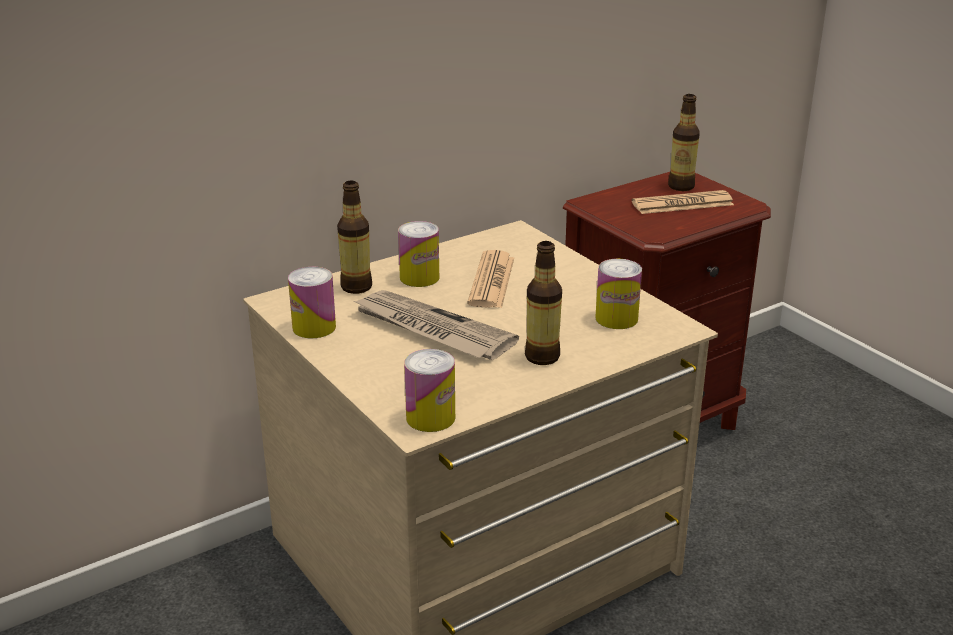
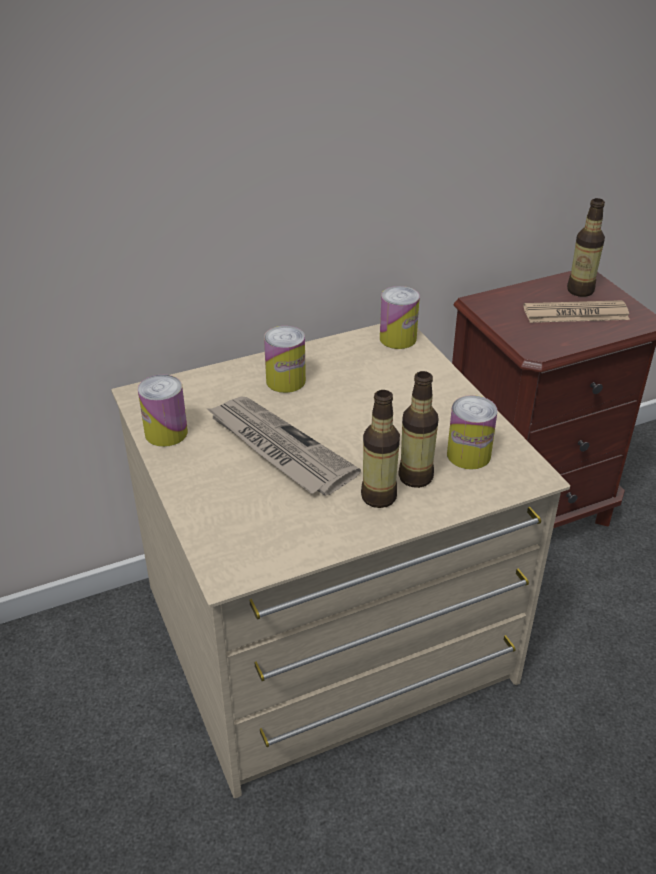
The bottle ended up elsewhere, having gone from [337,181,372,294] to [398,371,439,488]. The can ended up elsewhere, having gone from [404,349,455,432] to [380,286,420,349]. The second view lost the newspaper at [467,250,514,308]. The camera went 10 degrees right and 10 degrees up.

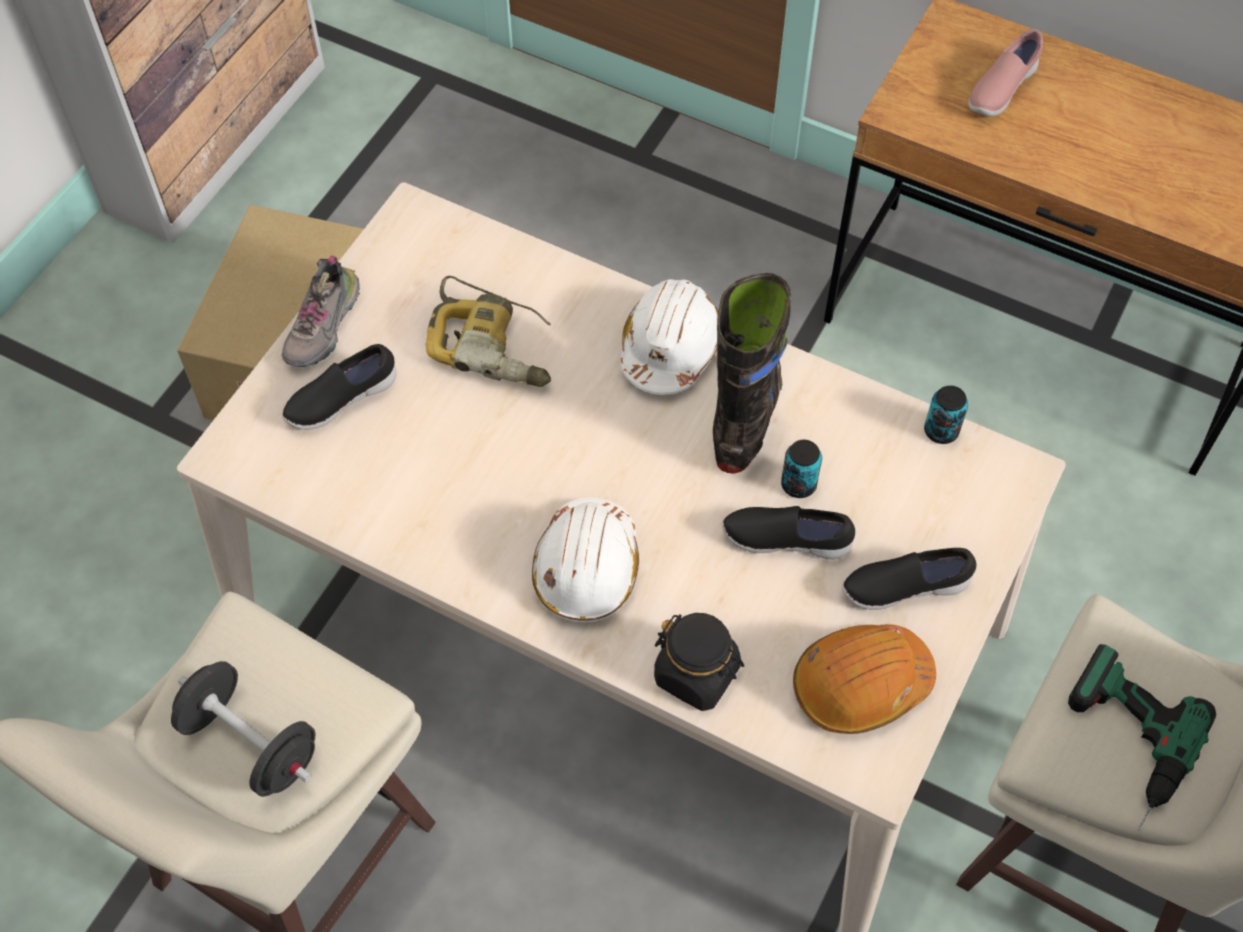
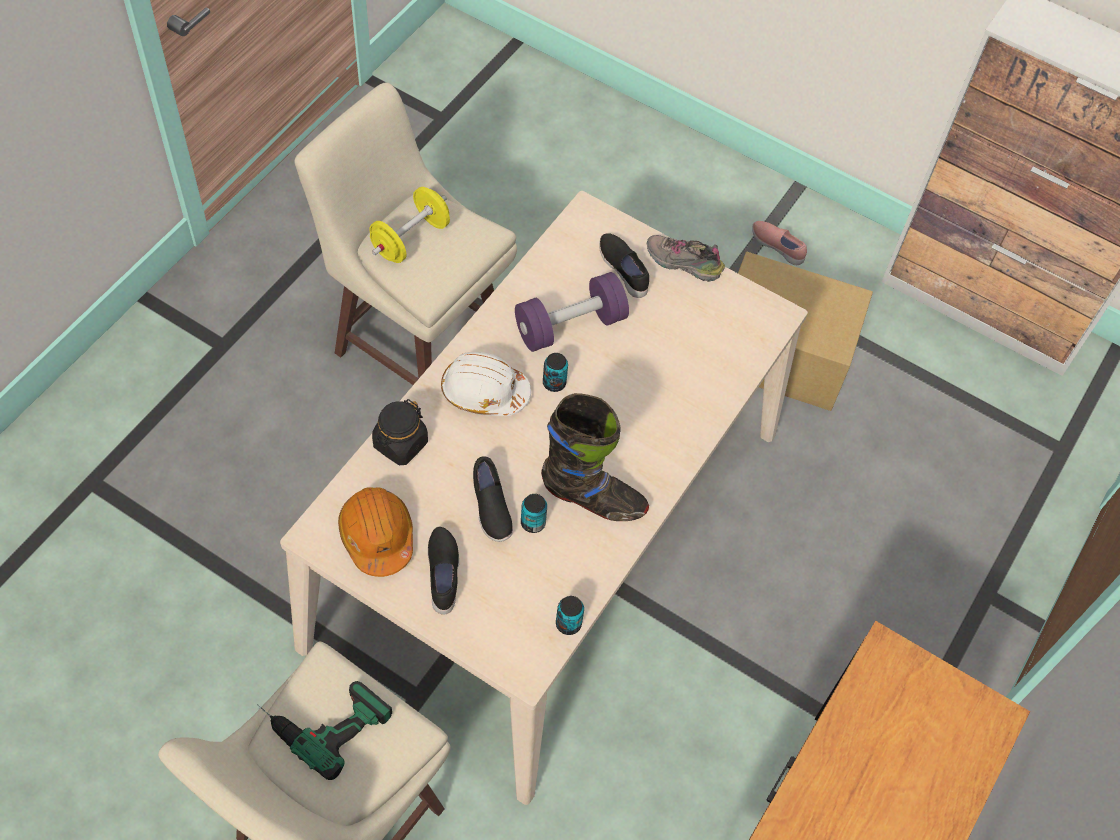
What was the black dumbbell at [171,661,315,797] turned into the yellow dumbbell at [369,187,450,263]. The second view lost the power drill at [426,276,551,387]. The second view lost the white hard hat at [620,279,718,395]. The black shoe at [722,506,855,560] ended up facing another way, 150 degrees clockwise from before. The pink shoe ended up elsewhere, having gone from [968,29,1043,116] to [752,221,807,265]. The second view gained the purple dumbbell at [515,272,629,352]. The second view gained the can at [543,353,568,392]. The camera went 90 degrees right and 0 degrees up.

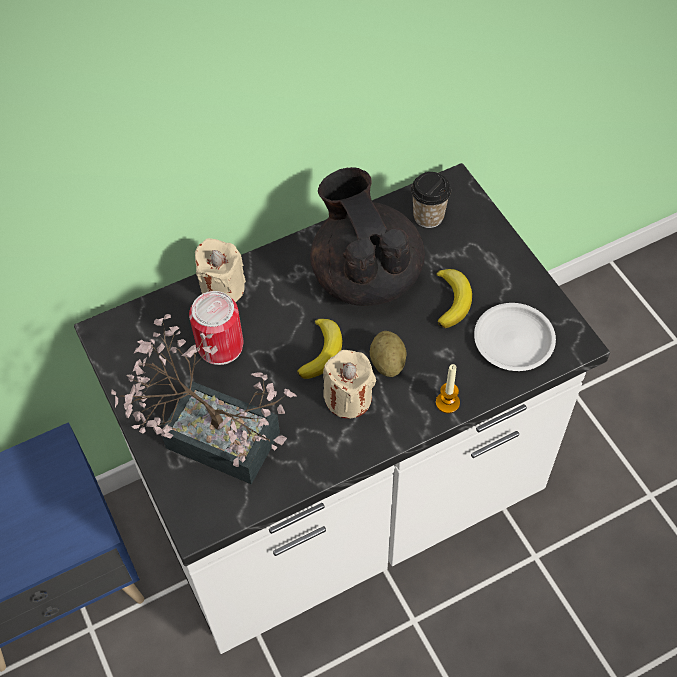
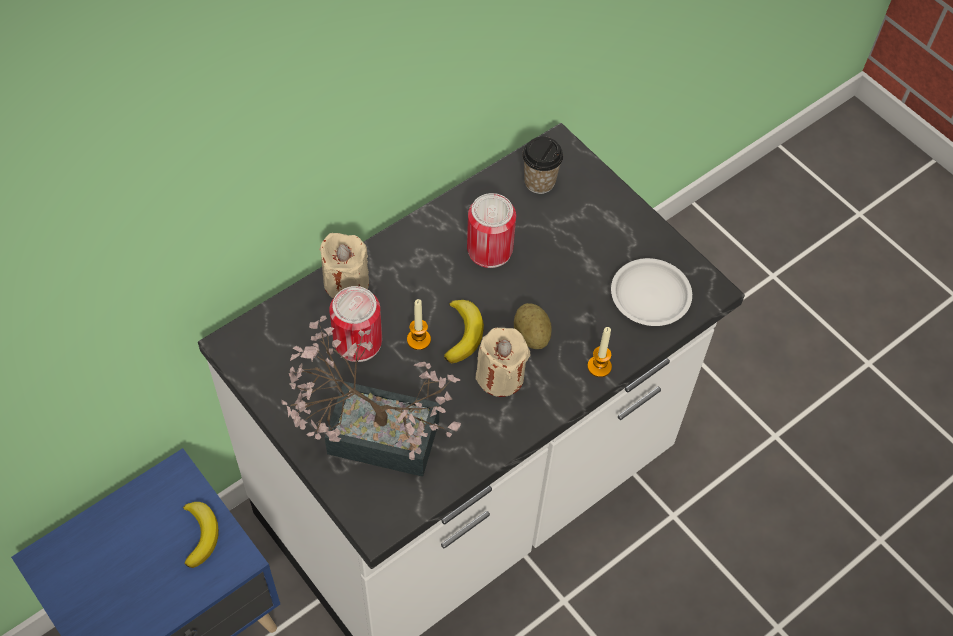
Where the black teapot stood at [310,167,425,306], the can came to stand at [467,193,516,268]. The banana ended up elsewhere, having gone from [436,269,472,328] to [183,502,219,568]. The second view gained the candle at [407,299,431,350]. The camera went 15 degrees left and 0 degrees up.

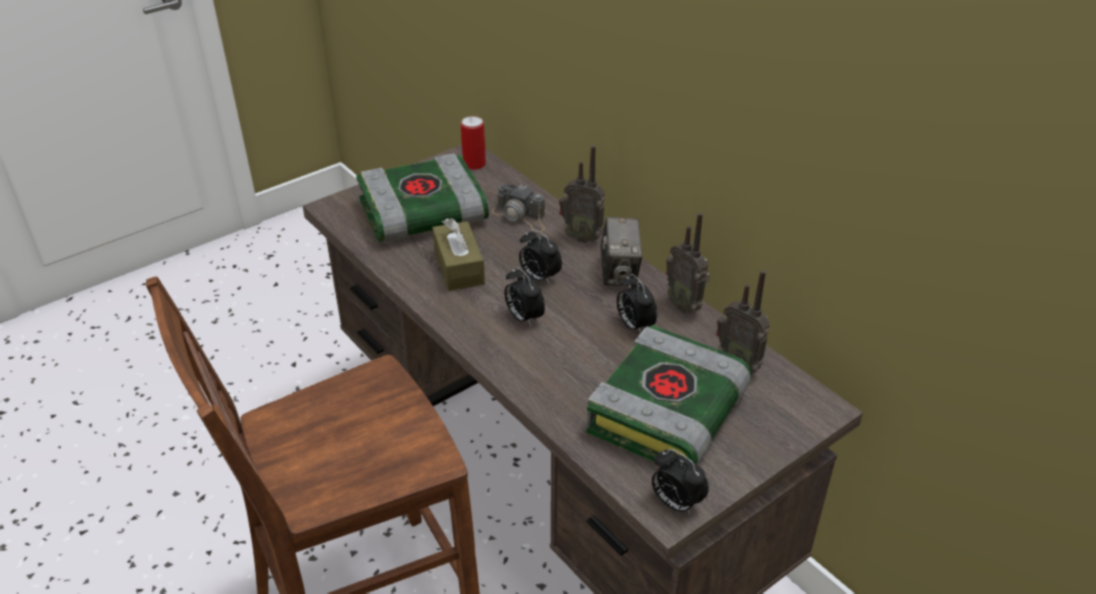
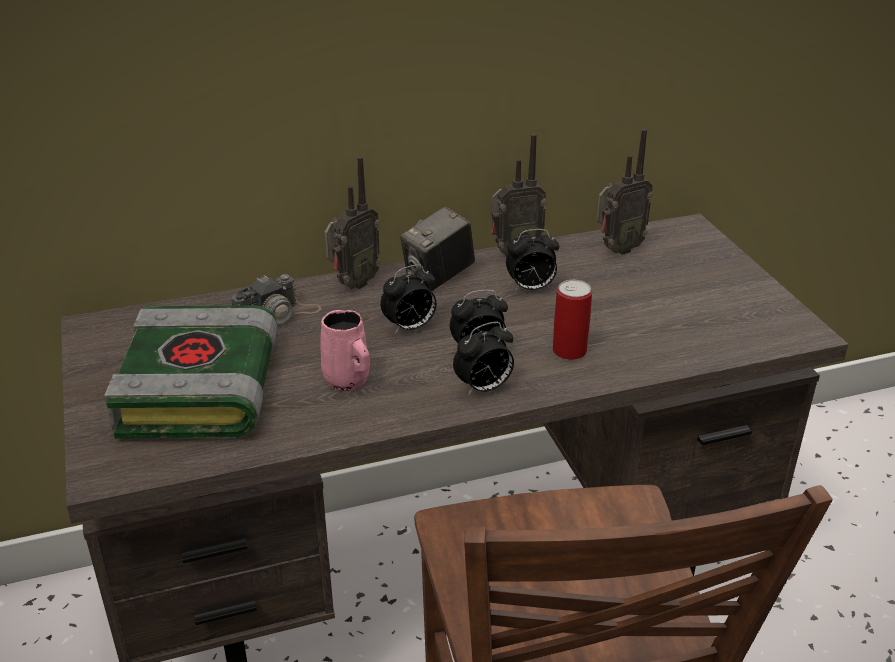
Where the brown tissue box stood at [433,218,485,291], the pink mug came to stand at [320,310,370,391]. The can ended up elsewhere, having gone from [461,116,486,170] to [553,280,592,360]. The second view lost the book at [586,325,752,465]. The photo camera at [600,217,642,286] ended up facing another way, 120 degrees clockwise from before. The alarm clock ended up elsewhere, having gone from [652,449,709,515] to [453,322,514,396]. The camera went 70 degrees left and 5 degrees down.

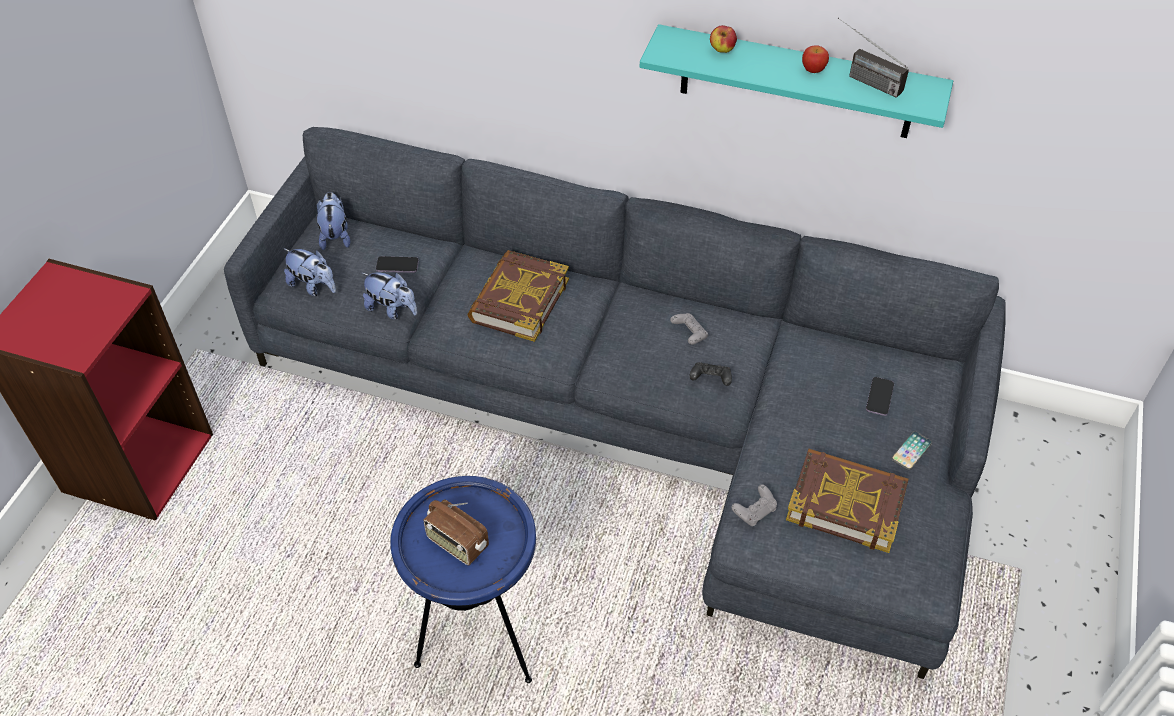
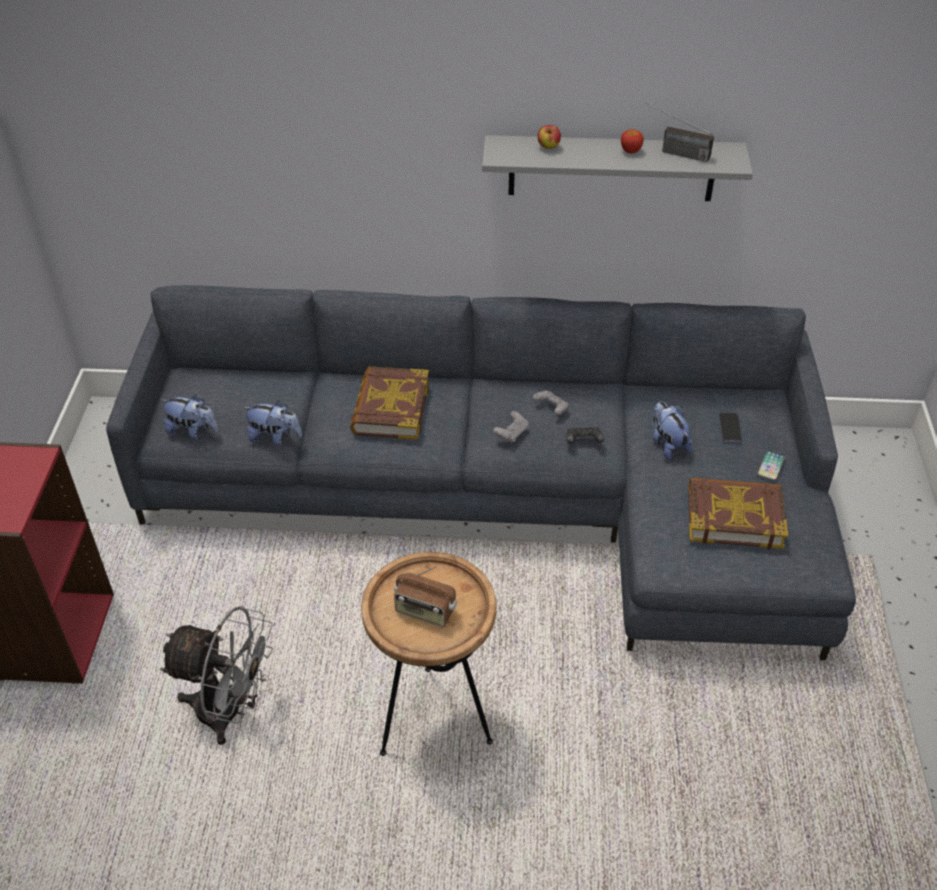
The plush toy ended up elsewhere, having gone from [317,192,350,250] to [653,401,692,460]. The second view lost the phone at [376,256,419,273]. What was the blue side table at [390,476,536,683] turned into the brown side table at [361,552,497,756]. What was the turquoise shelf at [640,24,953,138] turned into the grey shelf at [482,135,753,201]. The grey game controller ended up elsewhere, having gone from [731,484,777,526] to [493,411,529,443]. The second view gained the grey fan at [159,606,273,745]. The camera went 15 degrees left and 5 degrees down.

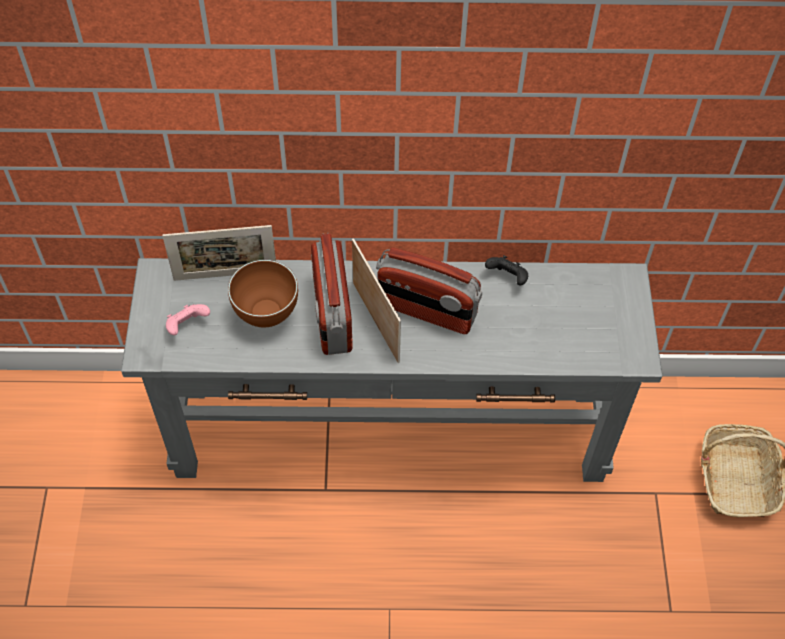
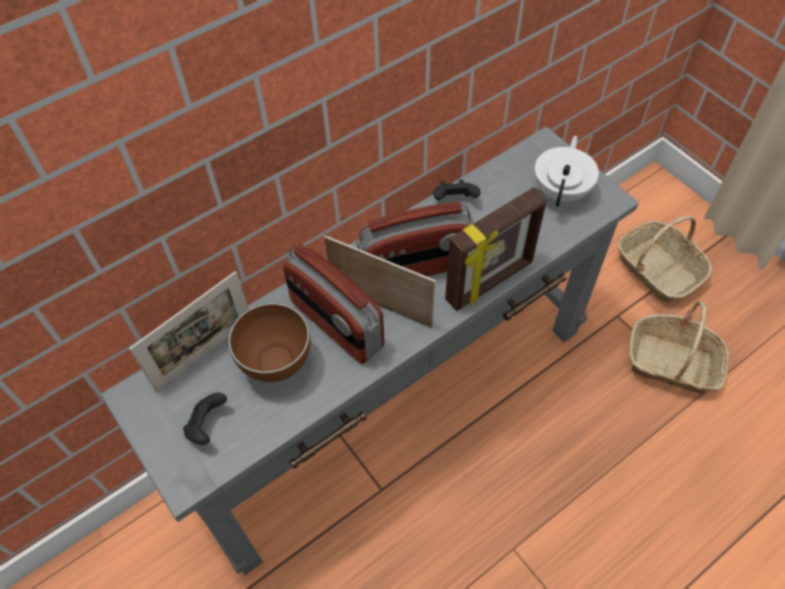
What was the pink game controller at [166,304,210,335] turned into the black game controller at [183,393,227,445]. The second view gained the picture frame at [445,187,547,311]. The second view gained the white teapot at [535,136,599,207]. The second view gained the basket at [629,301,729,393]. The camera went 35 degrees left and 0 degrees up.

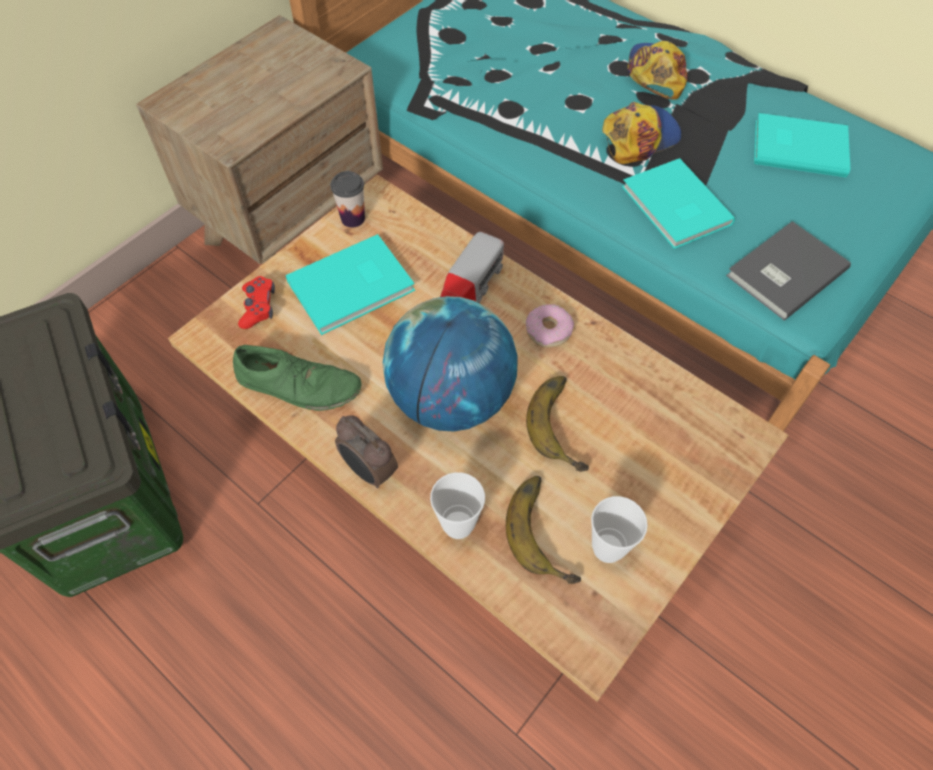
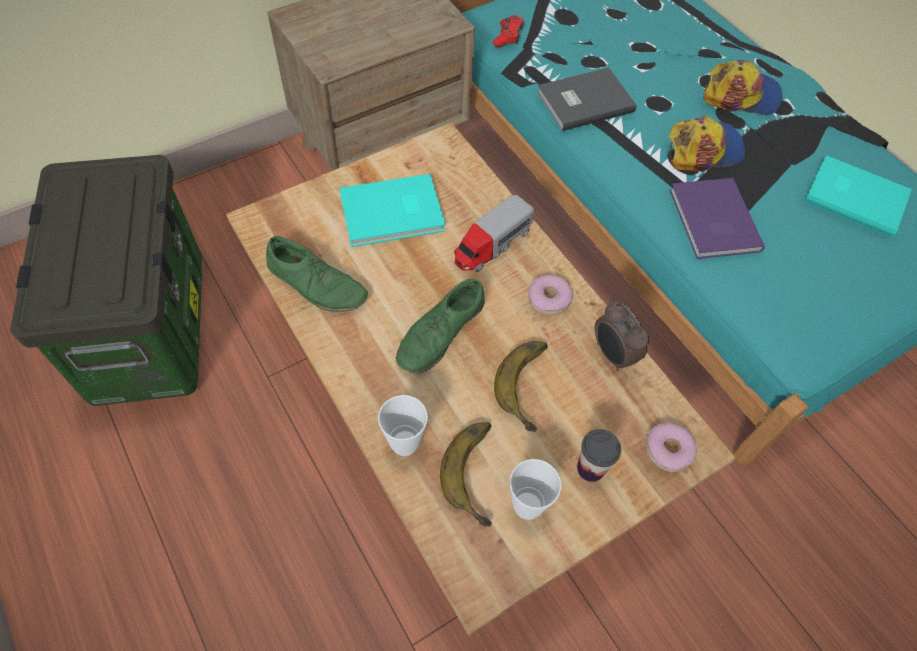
The red game controller ended up elsewhere, having gone from [238,276,275,329] to [493,15,524,47]. The cup ended up elsewhere, having gone from [330,171,365,227] to [577,429,621,482]. The alarm clock ended up elsewhere, having gone from [335,415,398,488] to [595,300,649,371]. Where the globe stood at [383,296,518,432], the green shoe came to stand at [396,279,485,373]. What was the turquoise book at [622,158,735,249] turned into the purple book at [670,178,764,259]. The cap at [627,41,688,100] ended up facing another way, 75 degrees clockwise from before. The grey book ended up elsewhere, having gone from [726,221,851,320] to [537,68,637,131]. The second view gained the donut at [645,423,696,472]. The camera went 15 degrees right and 0 degrees up.

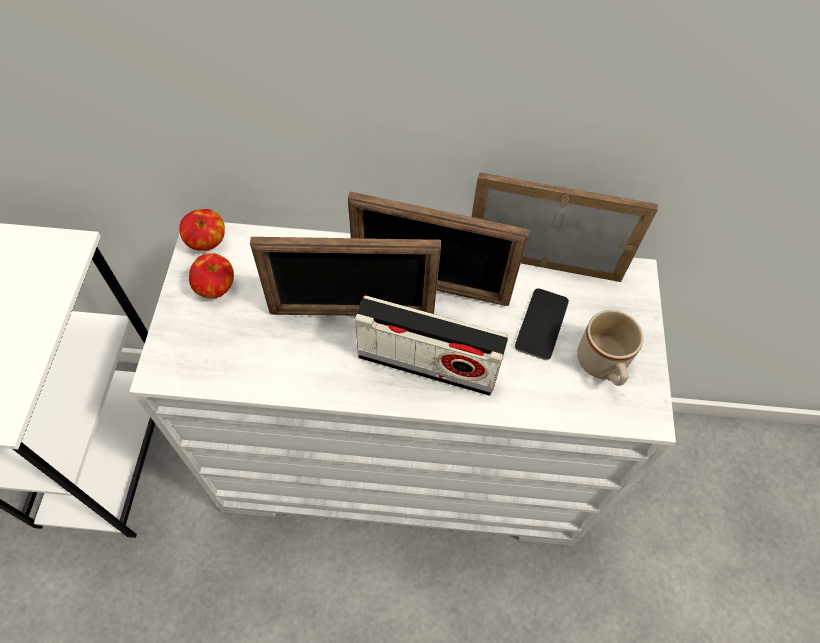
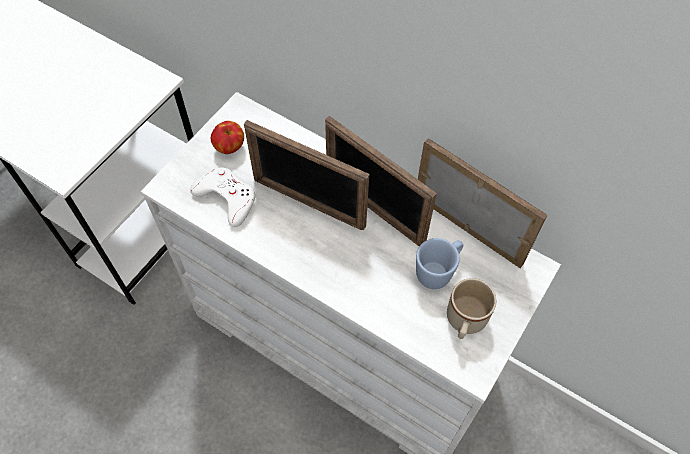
The second view lost the apple at [179,209,225,251]. The second view lost the radio at [355,295,508,396]. Where the phone stood at [515,288,569,360], the blue mug came to stand at [416,238,463,289]. The second view gained the white game controller at [190,167,255,227]. The camera went 30 degrees right and 0 degrees up.

